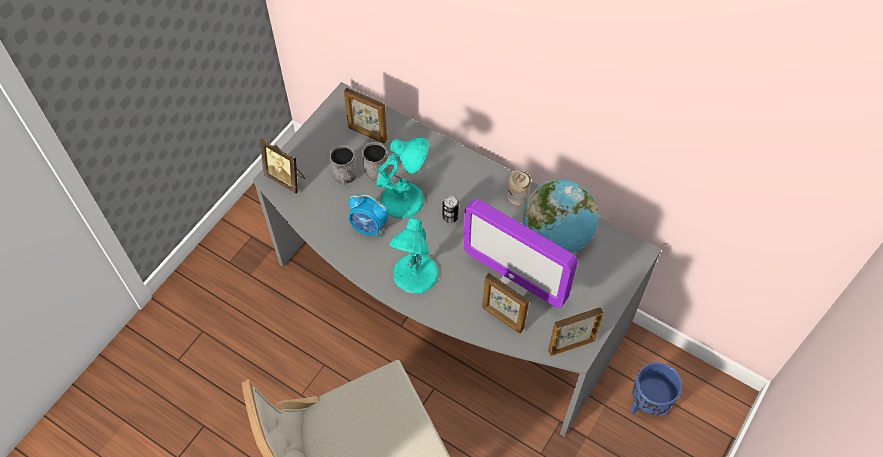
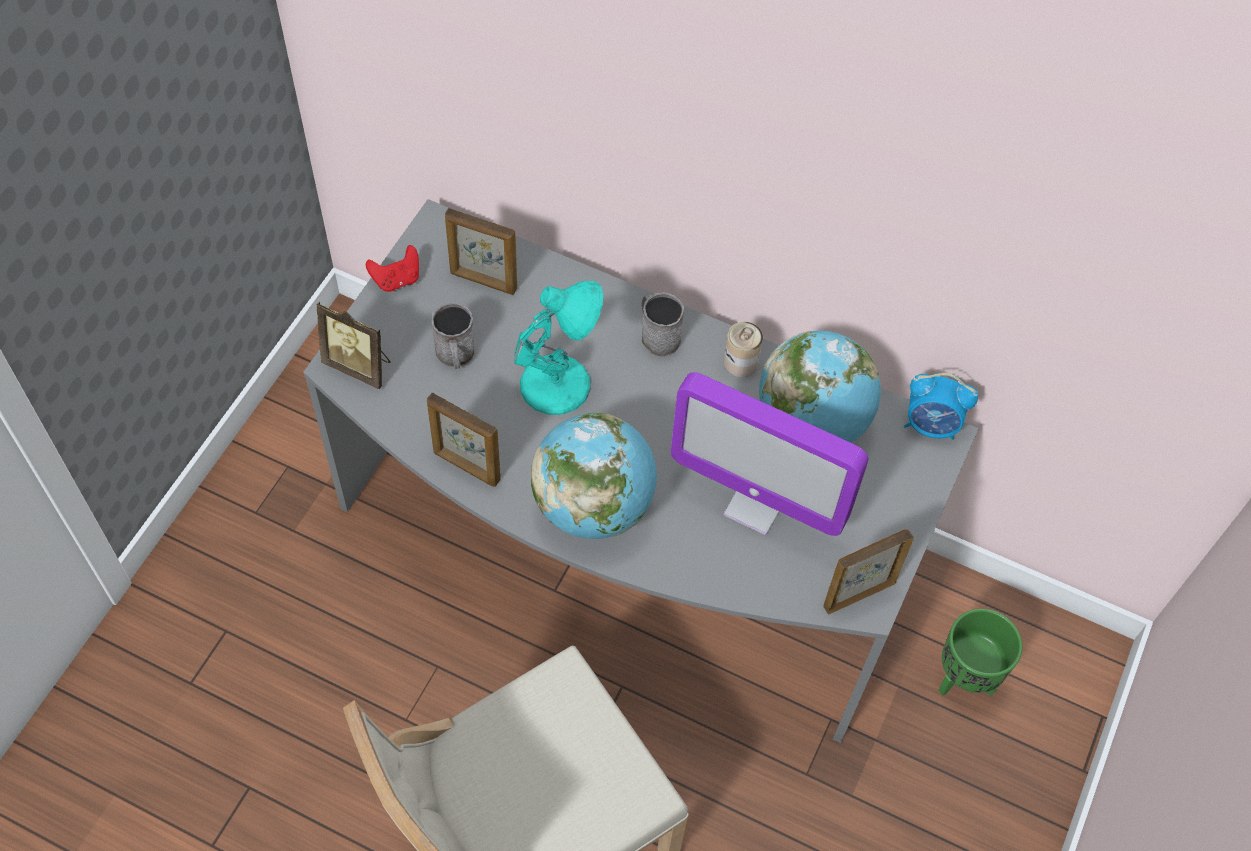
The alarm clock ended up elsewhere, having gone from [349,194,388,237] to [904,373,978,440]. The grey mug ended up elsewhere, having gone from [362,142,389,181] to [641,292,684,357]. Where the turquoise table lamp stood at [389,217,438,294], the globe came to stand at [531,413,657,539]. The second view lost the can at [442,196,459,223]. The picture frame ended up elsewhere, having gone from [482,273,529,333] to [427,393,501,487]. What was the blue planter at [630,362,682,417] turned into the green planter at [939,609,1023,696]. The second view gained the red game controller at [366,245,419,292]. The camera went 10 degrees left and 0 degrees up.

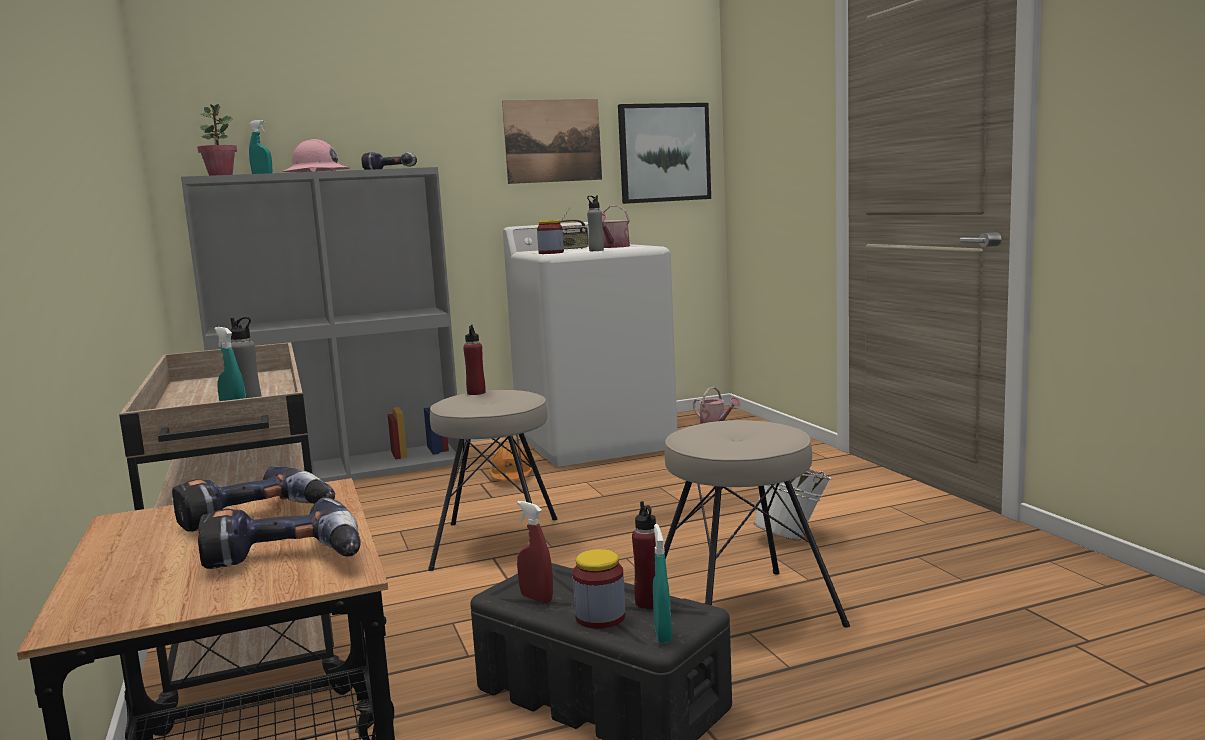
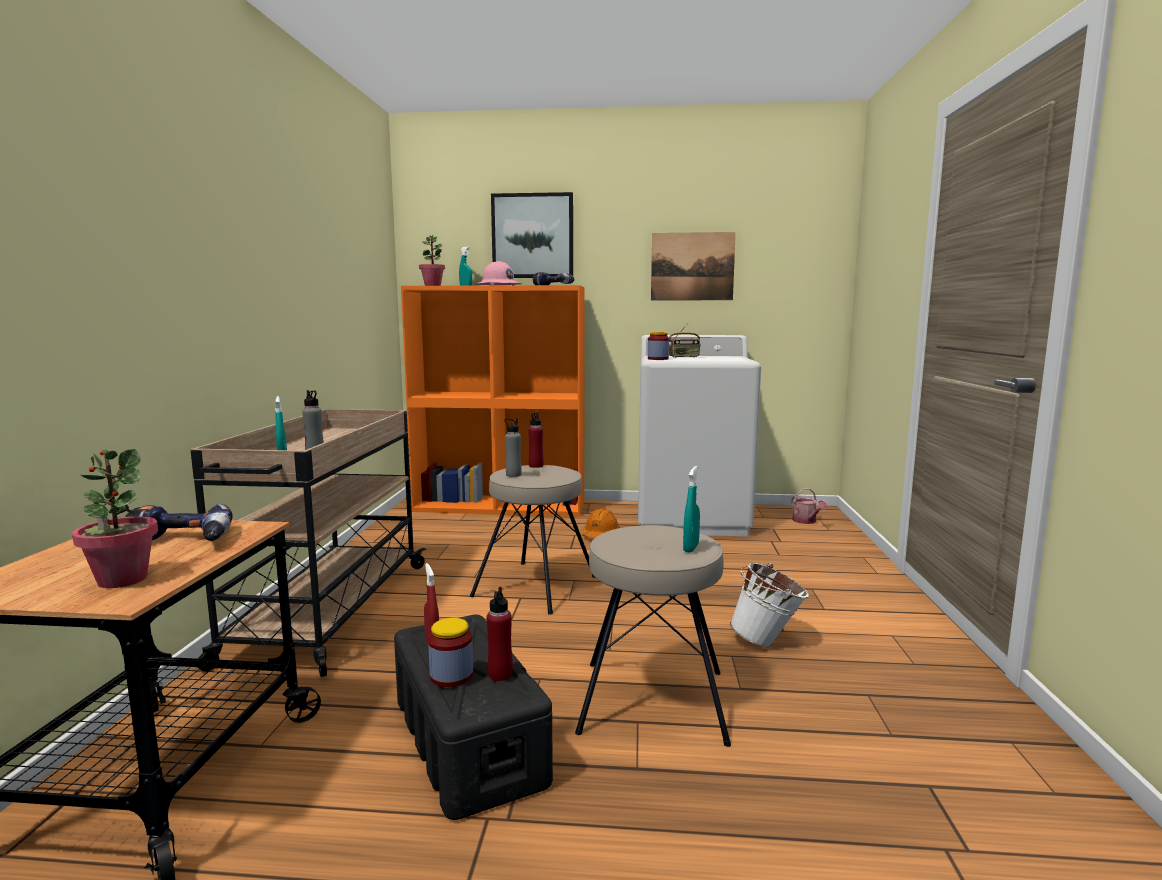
What was the grey bookcase at [181,167,462,482] turned into the orange bookcase at [401,285,585,517]. Where the power drill stood at [198,498,360,569], the potted plant came to stand at [72,449,158,588]. The grey bottle ended up elsewhere, having gone from [587,196,604,251] to [504,418,522,477]. The second view lost the watering can at [602,205,630,248]. The picture ended up elsewhere, having gone from [618,103,711,204] to [491,192,573,278]. The turquoise spray bottle ended up elsewhere, having gone from [653,524,672,643] to [683,466,700,552]. The camera went 25 degrees right and 0 degrees up.

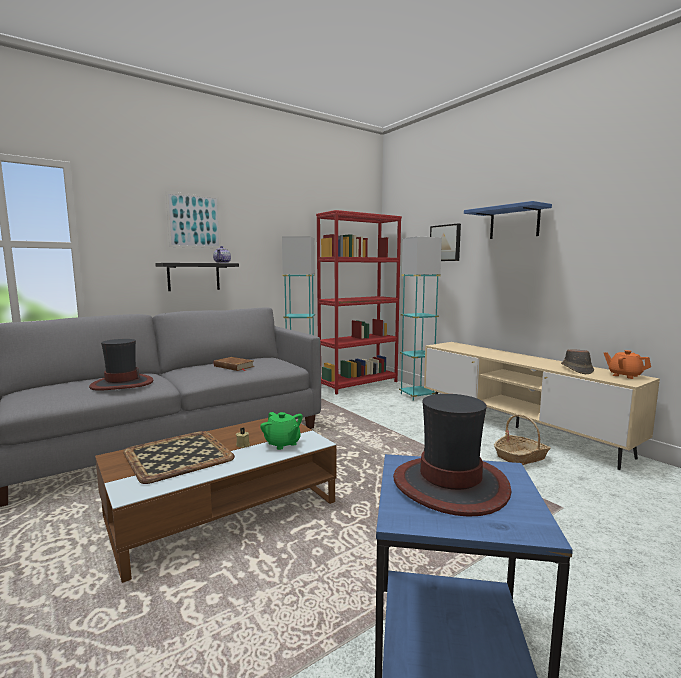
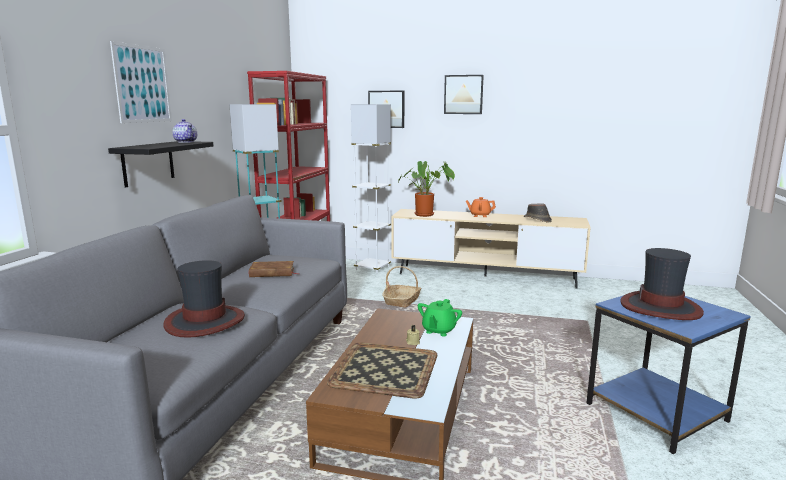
The green teapot at [260,412,303,450] ended up facing another way, 105 degrees clockwise from before. What was the turquoise floor lamp at [399,237,442,401] turned into the white floor lamp at [351,104,391,274]. Where the blue shelf hung at [464,201,552,239], the picture came to hang at [444,75,484,114]. The basket ended up elsewhere, having gone from [494,414,551,465] to [383,266,421,308]. The orange teapot ended up elsewhere, having gone from [604,350,651,379] to [466,197,496,217]. The second view gained the potted plant at [398,161,455,217]. The camera went 40 degrees left and 5 degrees up.

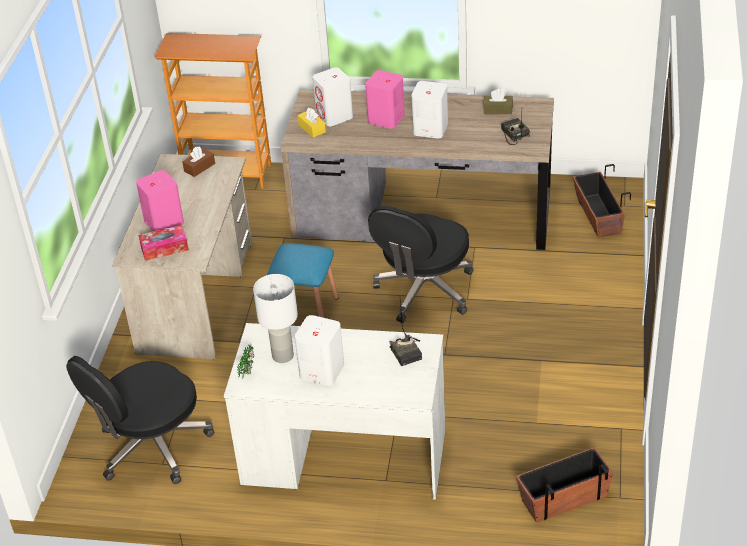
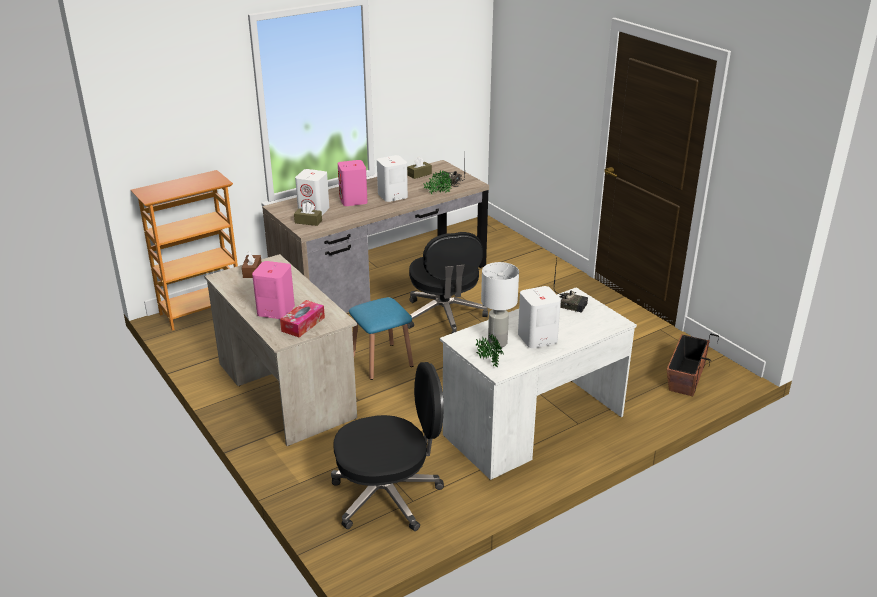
The black office chair at [66,356,214,484] ended up facing another way, 105 degrees counterclockwise from before. What was the yellow tissue box at [297,108,326,138] turned into the brown tissue box at [294,202,322,226]. The second view lost the planter at [573,164,631,238]. The second view gained the potted plant at [423,170,452,194]. The camera went 45 degrees left and 10 degrees down.

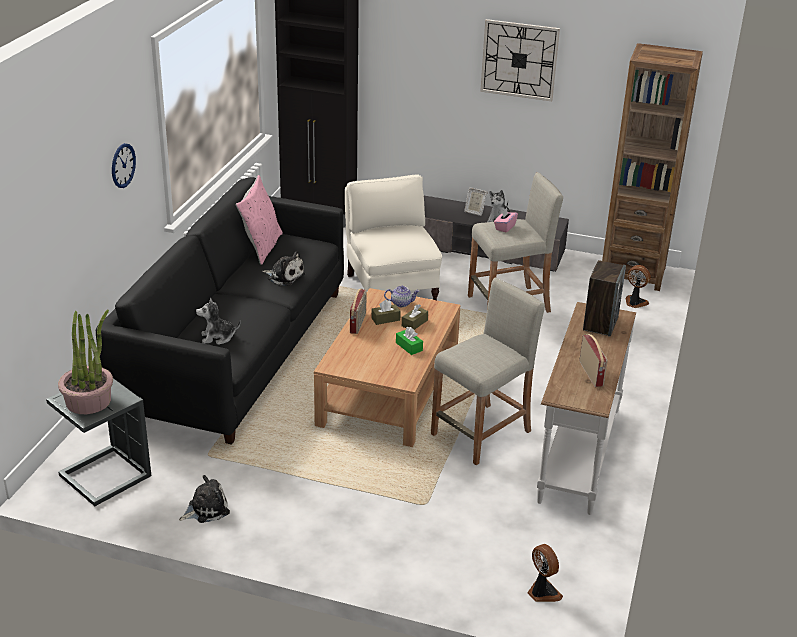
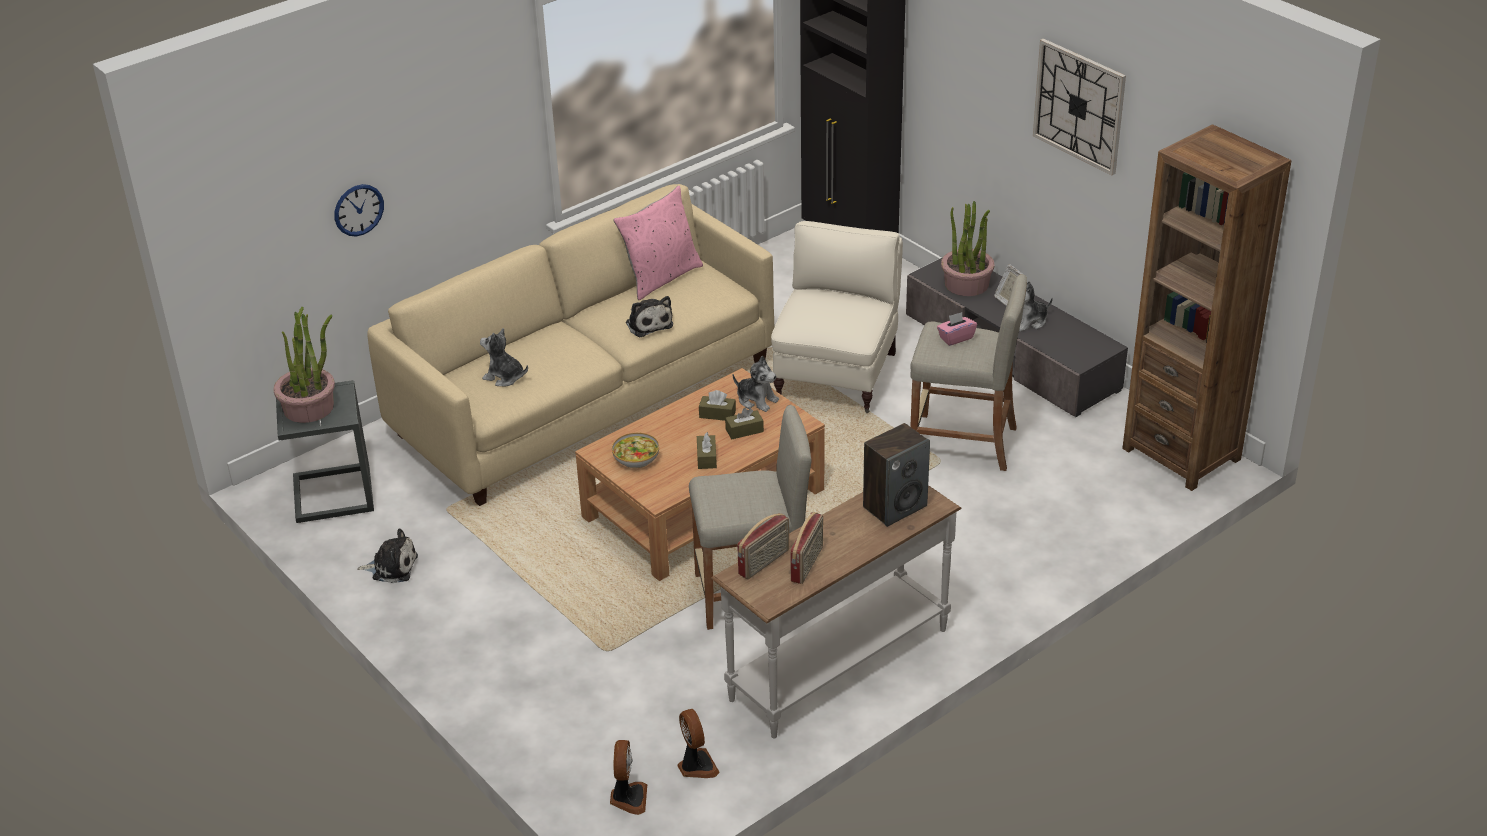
What was the black sofa at [96,177,344,445] turned into the beige sofa at [367,184,774,506]. The wall clock ended up elsewhere, having gone from [112,143,136,188] to [334,184,384,236]. The radio ended up elsewhere, having gone from [350,288,367,334] to [737,513,789,579]. Where the teapot stood at [384,286,419,307], the plush toy came to stand at [733,356,779,412]. What was the green tissue box at [396,327,423,355] turned into the brown tissue box at [697,432,717,469]. The fan ended up elsewhere, having gone from [626,265,651,308] to [677,709,720,778]. The second view gained the bowl at [612,433,659,468]. The second view gained the potted plant at [941,201,994,296]. The camera went 35 degrees right and 5 degrees up.

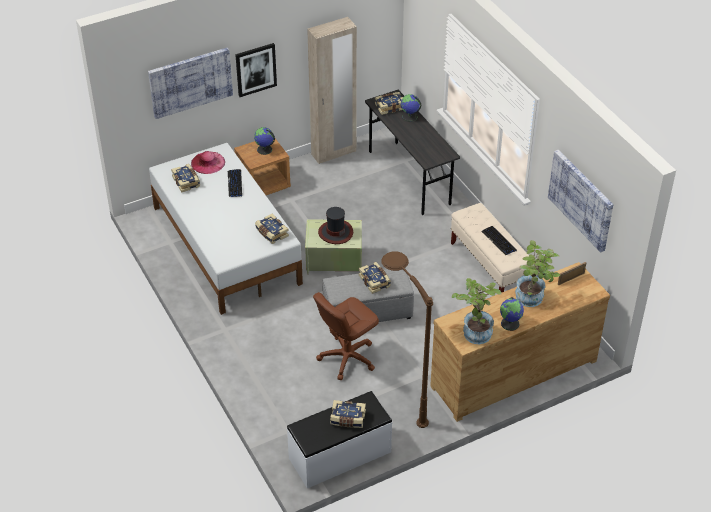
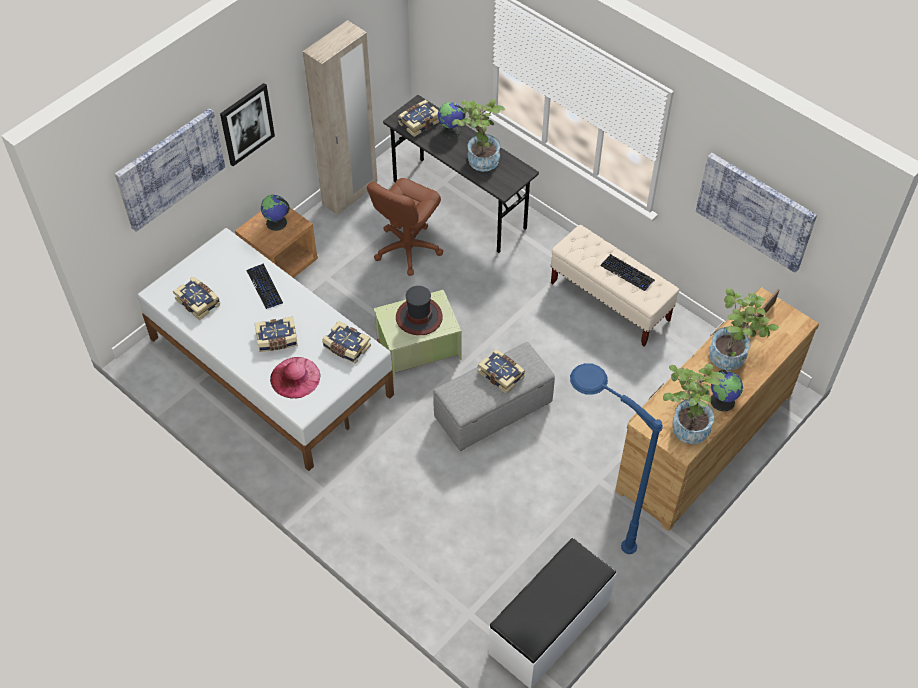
The pink hat ended up elsewhere, having gone from [191,151,225,174] to [270,357,321,398]. The brown office chair ended up elsewhere, having gone from [313,292,379,380] to [367,178,443,276]. The book ended up elsewhere, having gone from [330,400,366,428] to [255,317,298,352]. What was the brown floor lamp at [382,251,433,428] turned into the blue floor lamp at [570,363,663,554]. The second view gained the potted plant at [452,99,505,172]. The camera went 20 degrees left and 10 degrees up.

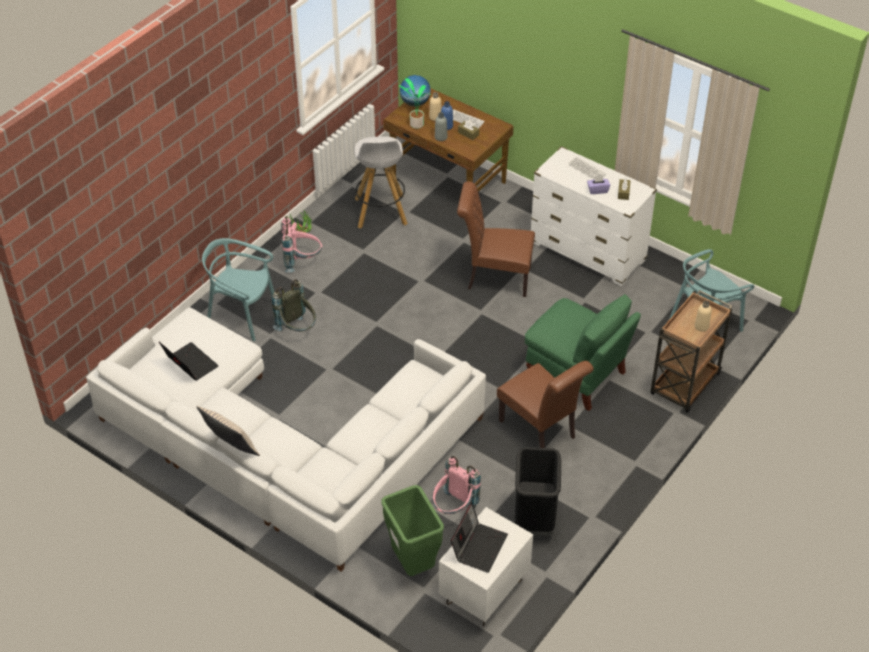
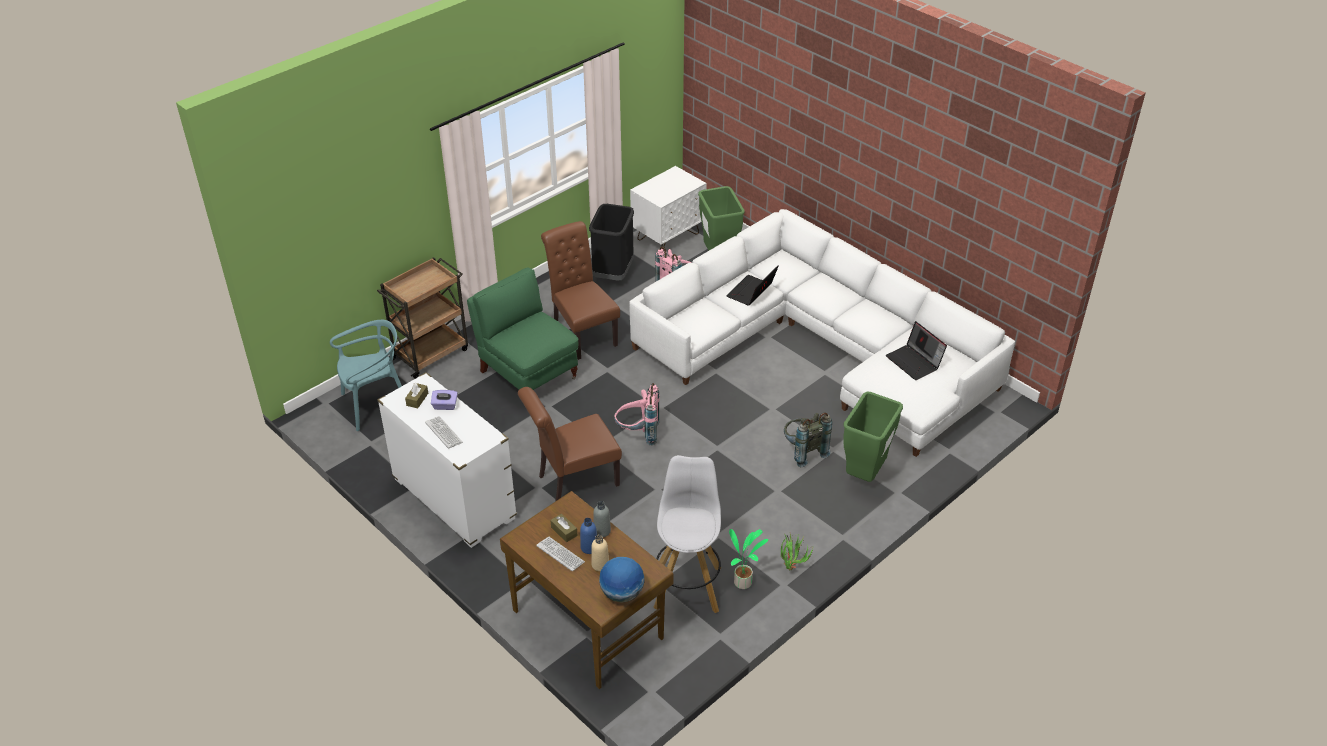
The second view lost the beige pillow at [196,406,260,456]. Where the turquoise chair stood at [202,238,274,341], the green trash can came to stand at [843,392,903,482]. The pink backpack ended up elsewhere, having gone from [281,216,322,272] to [614,383,660,445]. The potted plant ended up elsewhere, having gone from [399,78,431,129] to [729,529,768,589]. The laptop ended up elsewhere, having gone from [451,502,508,573] to [726,266,779,306]. The brown chair at [457,181,535,297] ended up facing another way, 135 degrees clockwise from before. The second view lost the beige bottle at [695,301,712,331]. The camera went 170 degrees left and 5 degrees down.

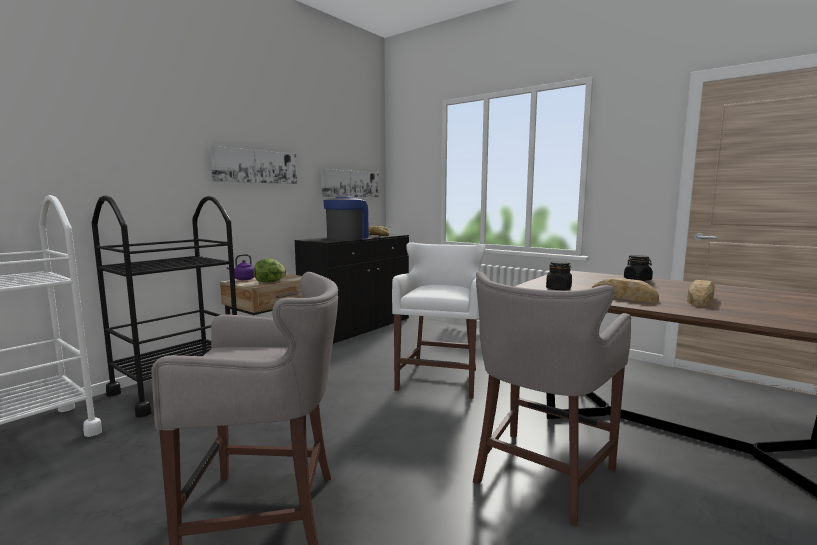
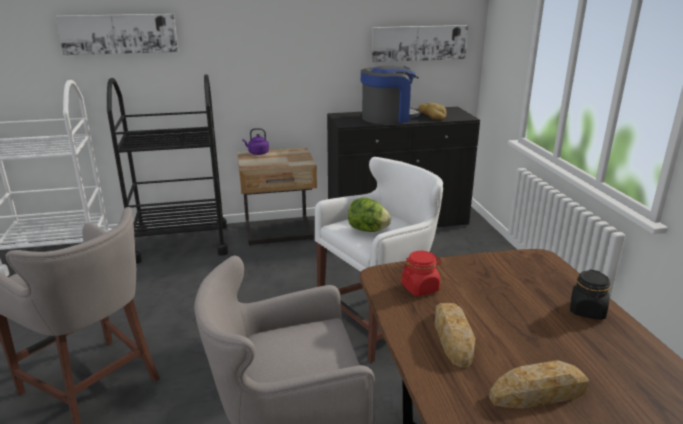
The picture ended up elsewhere, having gone from [210,146,297,184] to [56,14,178,55]. The lettuce ended up elsewhere, having gone from [254,258,286,283] to [348,198,391,232]. What was the black jar at [546,261,572,290] turned into the red jar at [401,251,441,296]. The camera went 40 degrees right and 15 degrees up.

